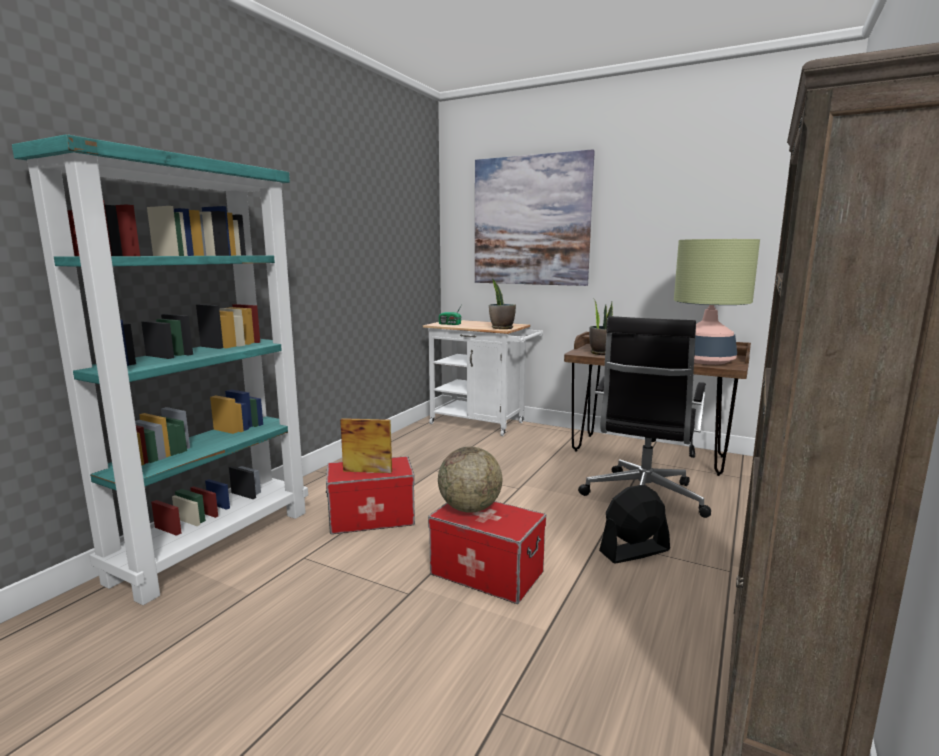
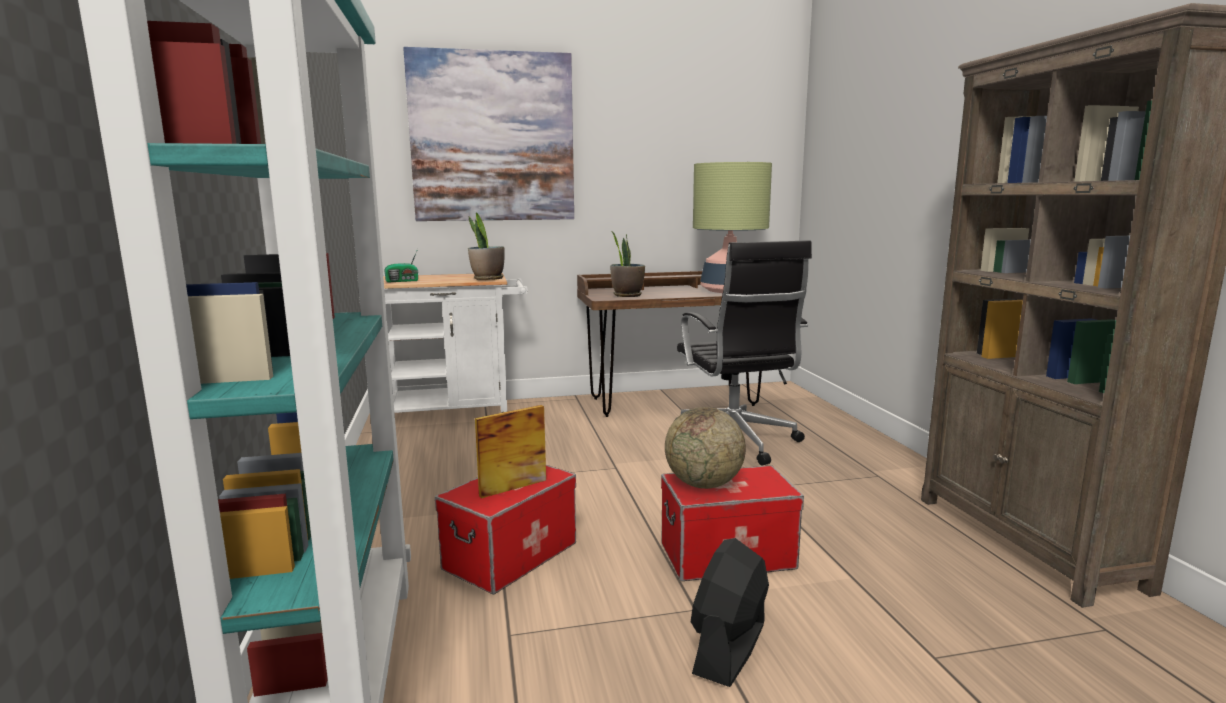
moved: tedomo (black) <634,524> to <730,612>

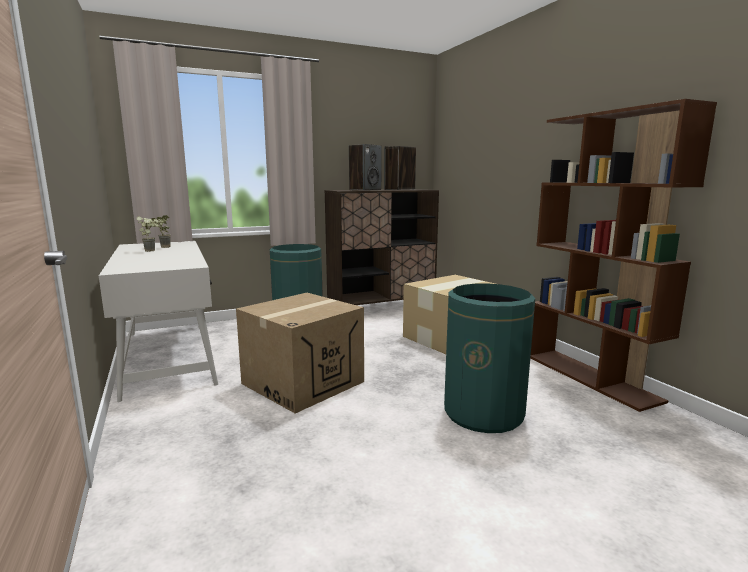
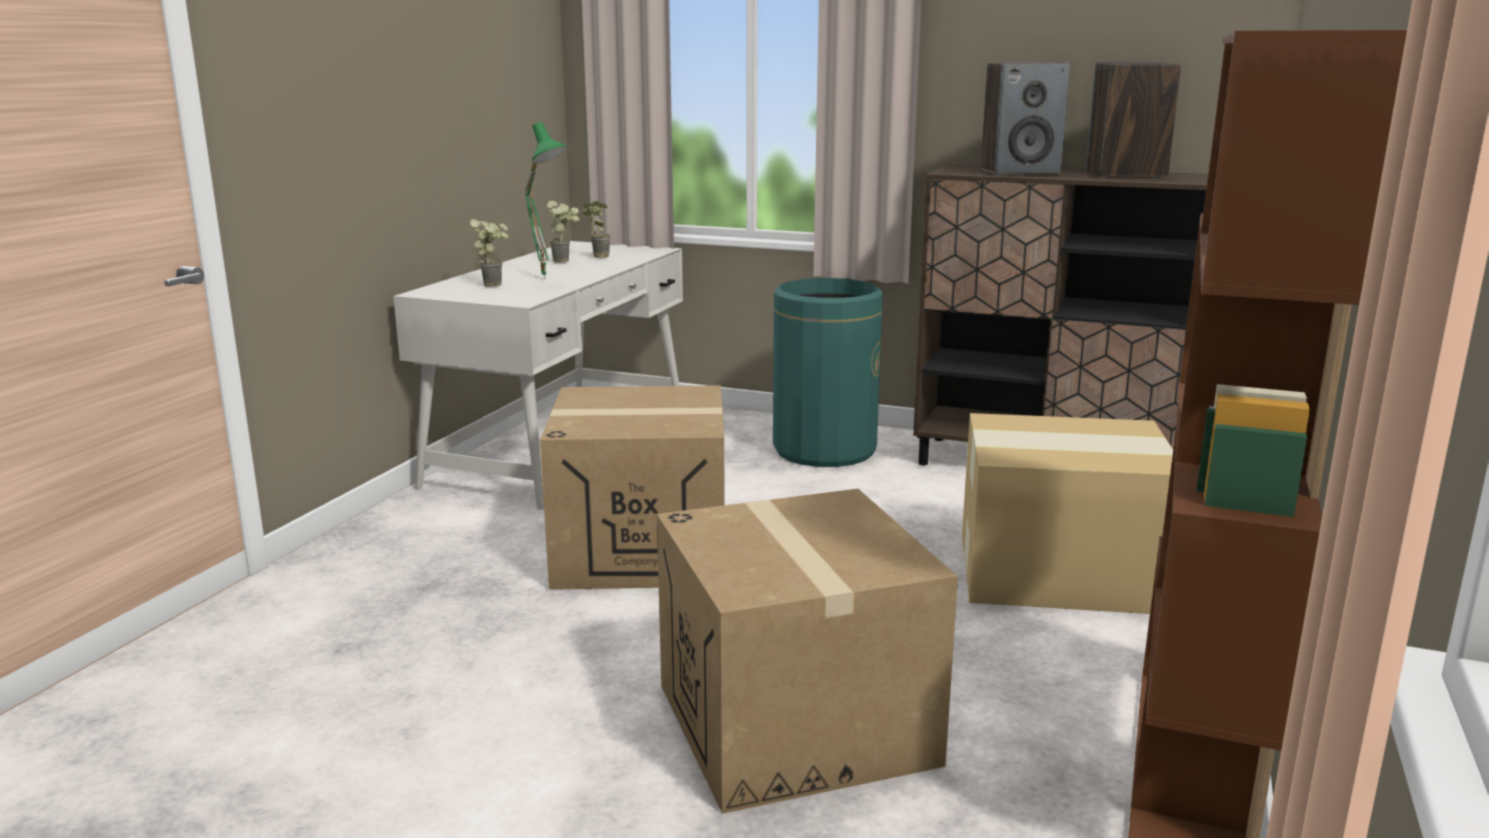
added: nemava <489,253>; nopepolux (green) <546,200>
replaced: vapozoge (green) <489,358> to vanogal <807,651>

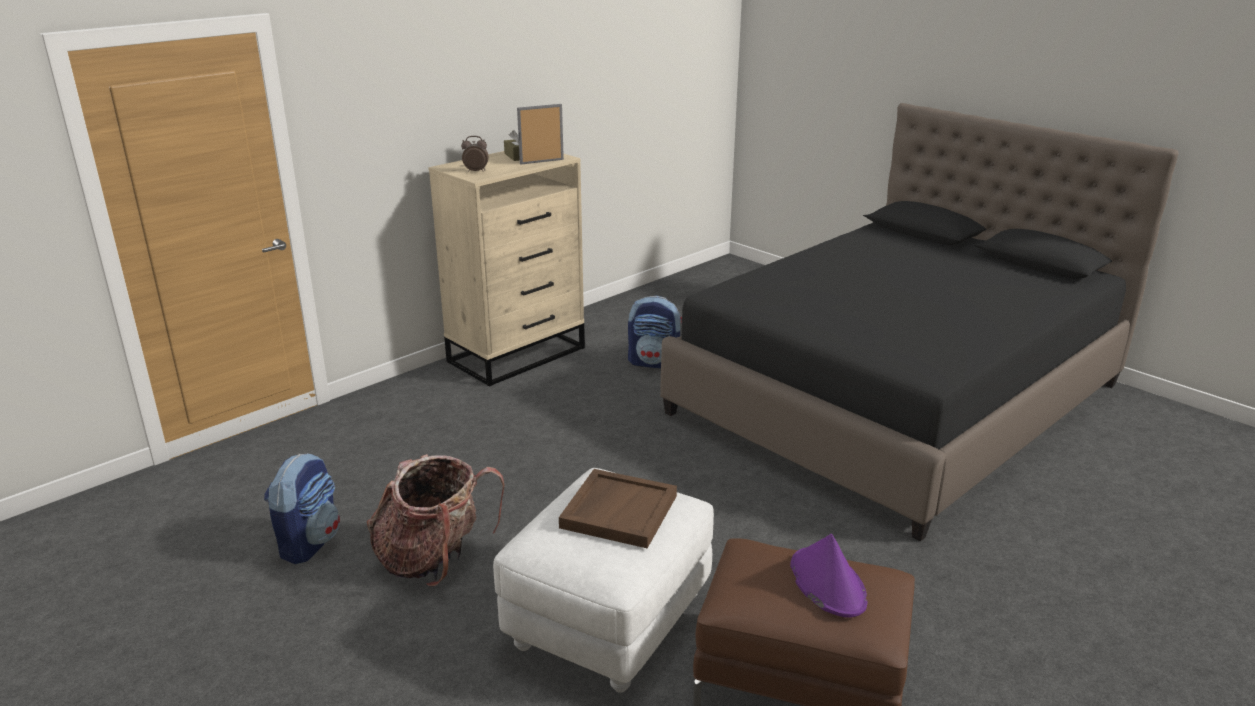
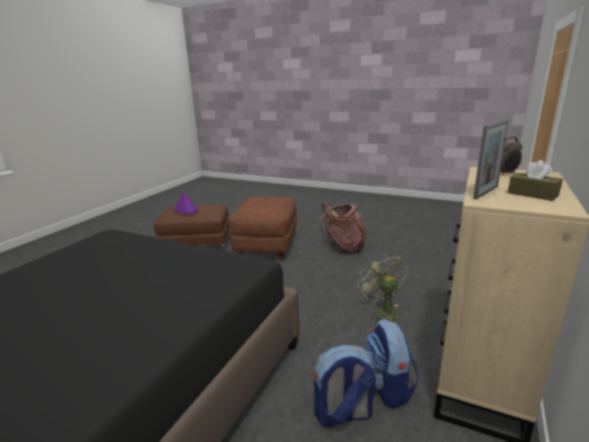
removed: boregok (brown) <618,508>
added: tedomo (green) <382,288>
moved: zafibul <302,508> to <393,364>
recoloured: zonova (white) <603,580> to zonova (brown) <262,228>

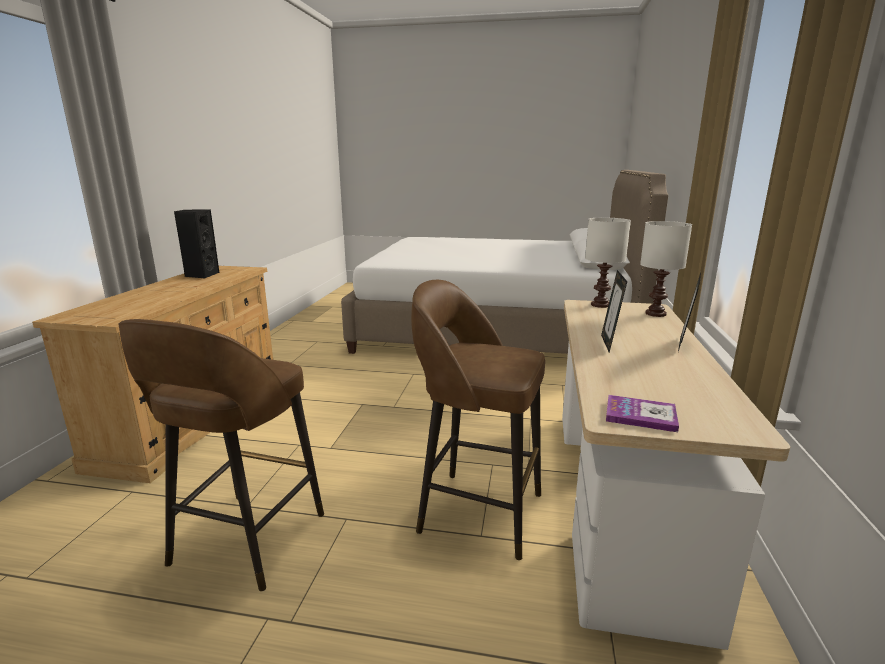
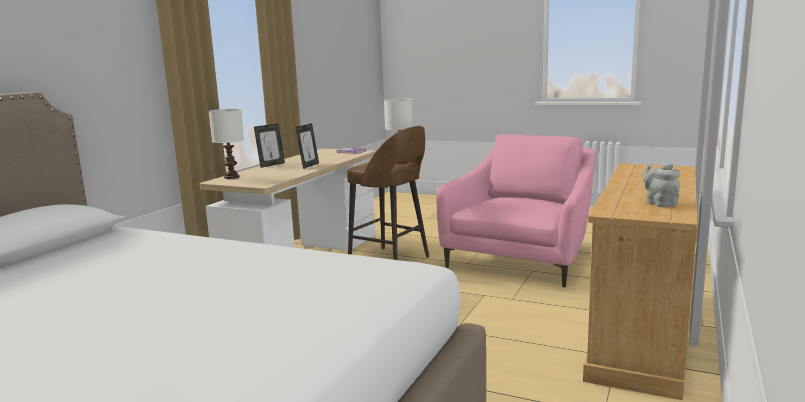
moved: nopepolux (white) <608,263> to <399,131>
replaced: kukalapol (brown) <221,455> to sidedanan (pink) <515,211>; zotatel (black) <196,244> to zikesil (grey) <661,184>

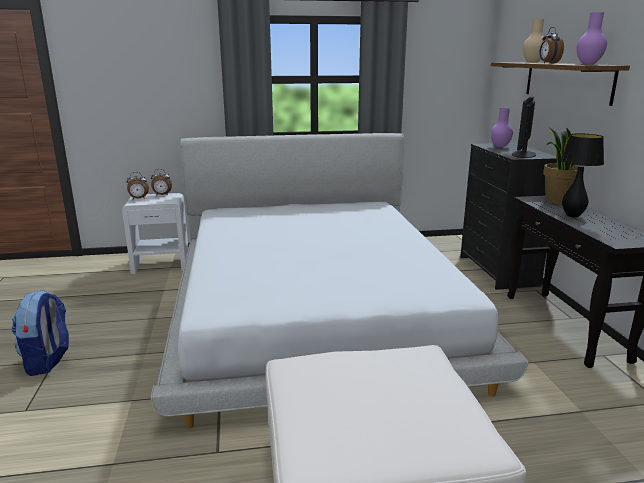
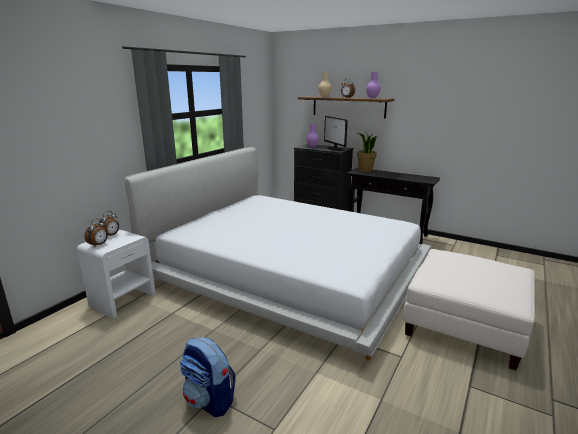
removed: nopepolux (black) <582,175>

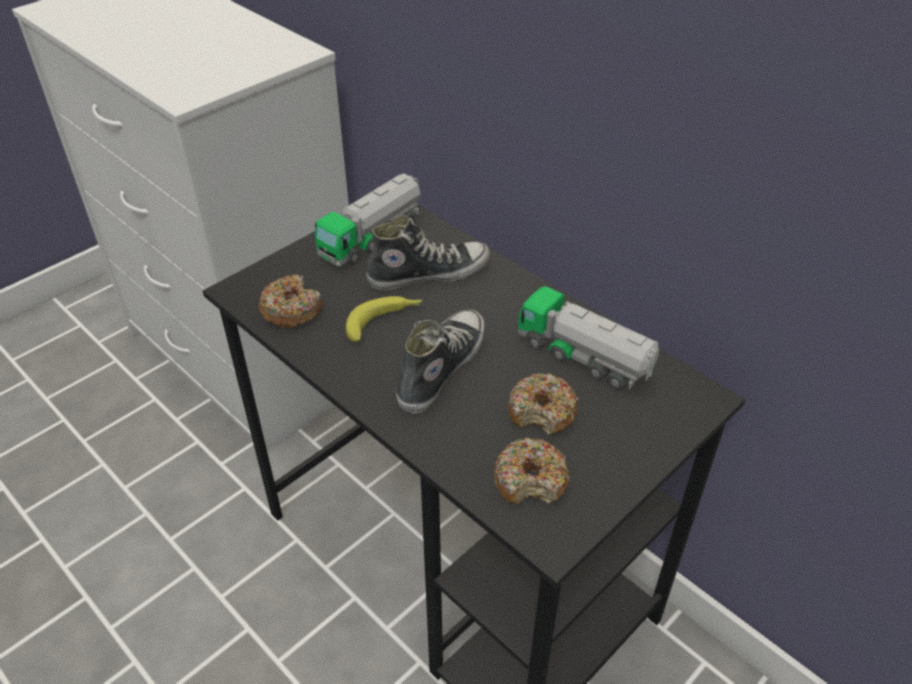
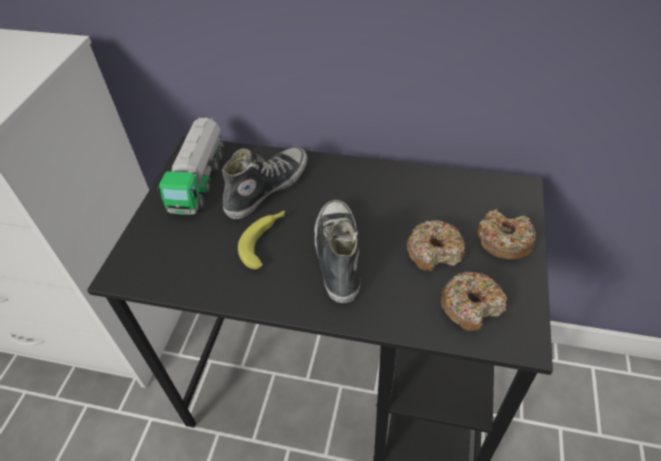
removed: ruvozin <588,338>
moved: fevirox <290,301> to <507,234>

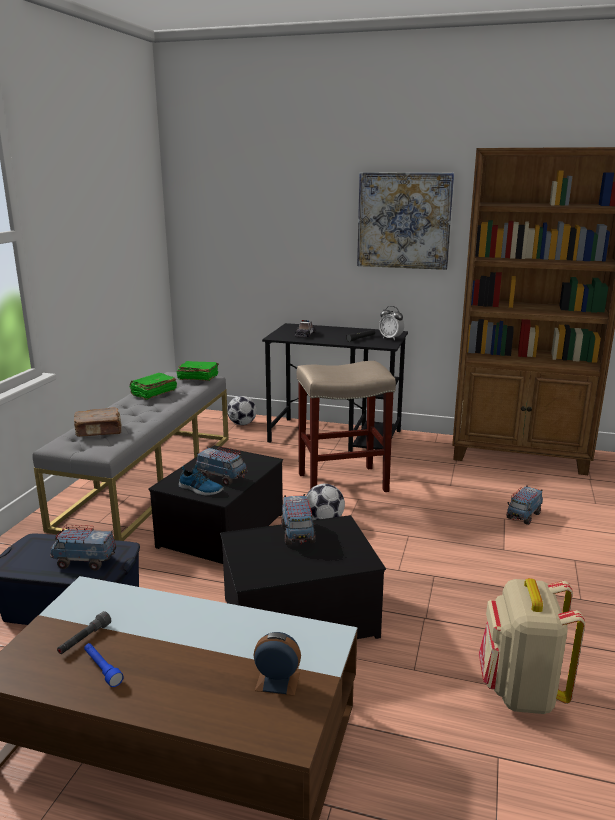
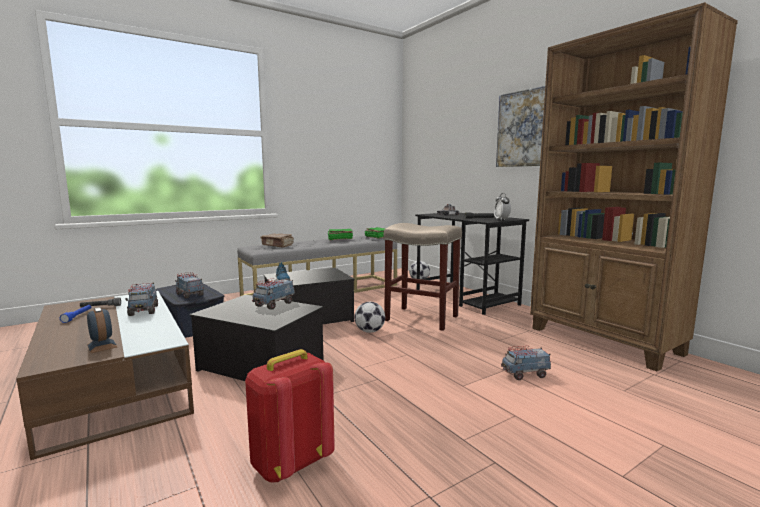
moved: ruvozin <221,466> to <141,299>
recoloured: zafibul (beige) <532,646> to zafibul (red) <290,416>

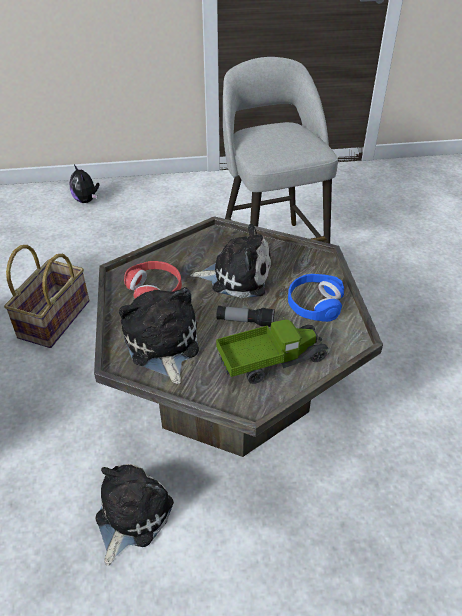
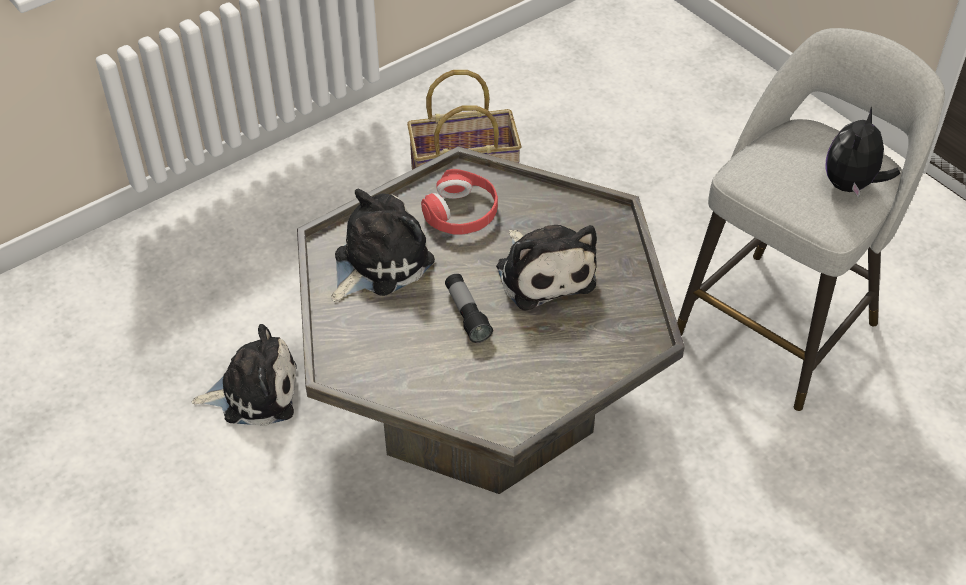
removed: ruvozin <272,350>; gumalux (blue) <316,298>
moved: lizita <84,184> to <863,152>

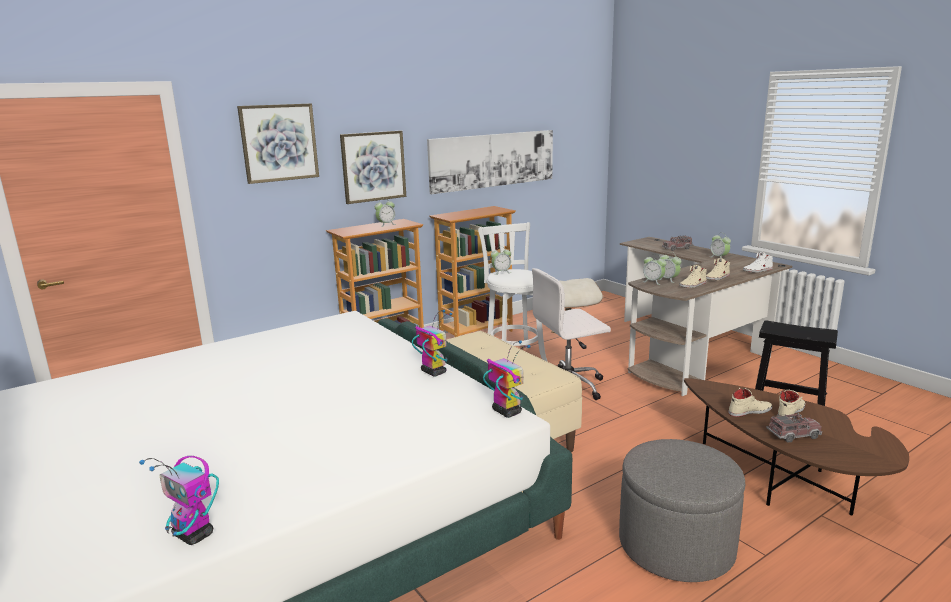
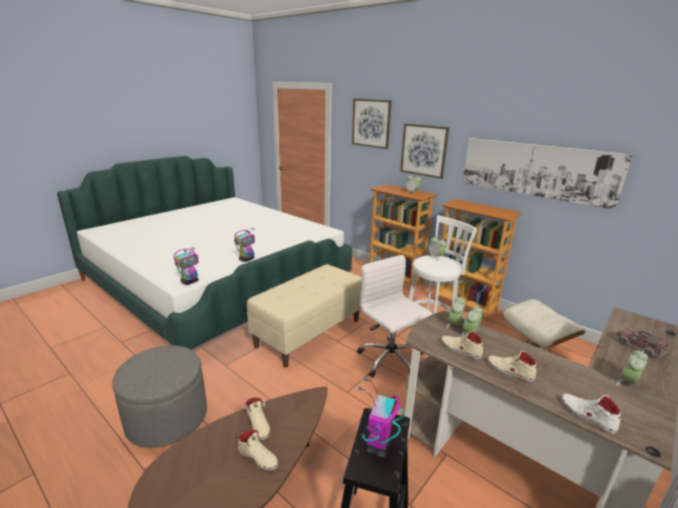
removed: ruvozin <794,428>
moved: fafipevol <179,500> to <382,418>

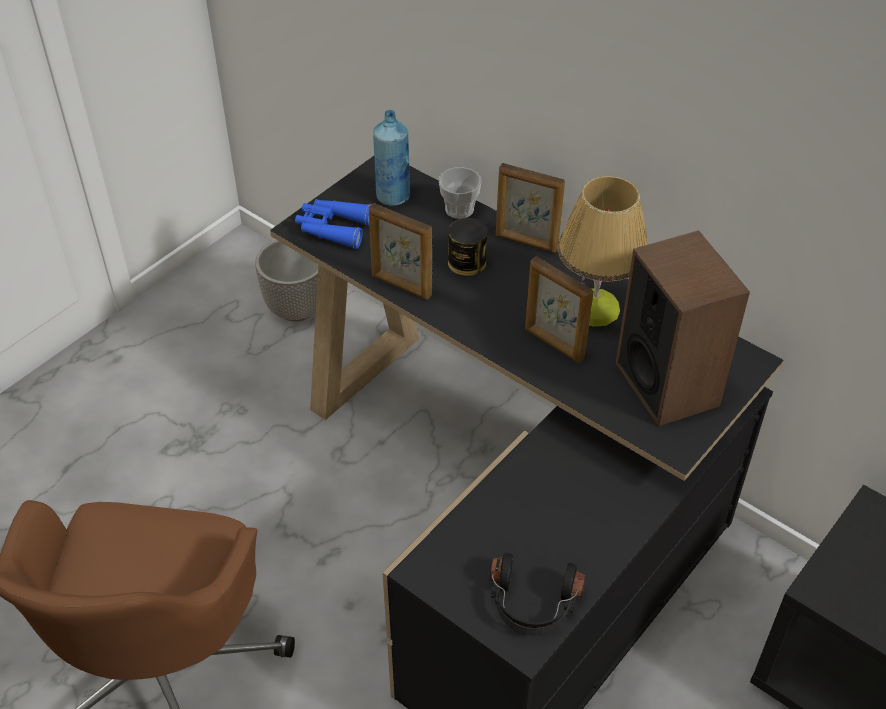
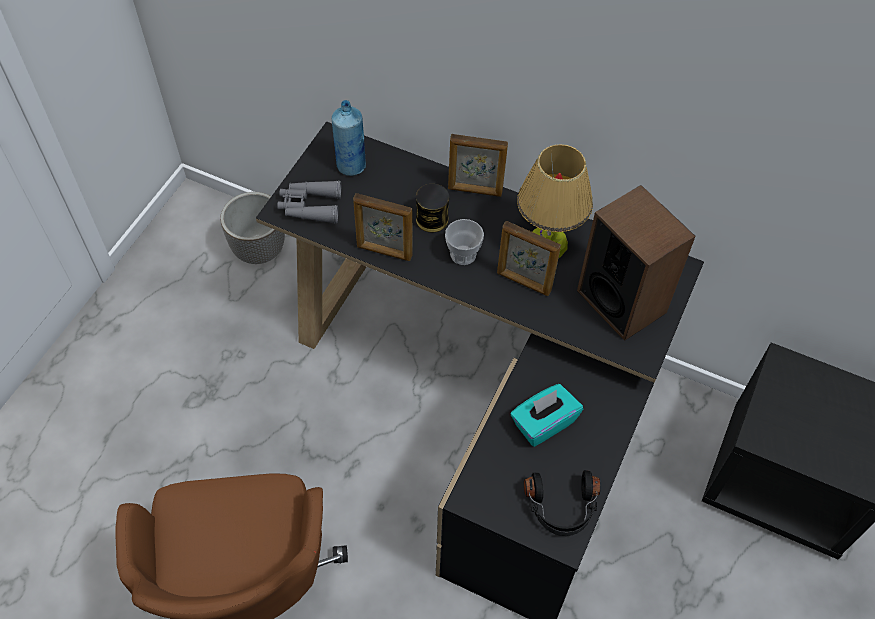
added: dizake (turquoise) <546,415>
moved: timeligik <460,193> to <464,242>
recoloured: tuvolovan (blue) <333,224> to tuvolovan (grey) <309,202>

